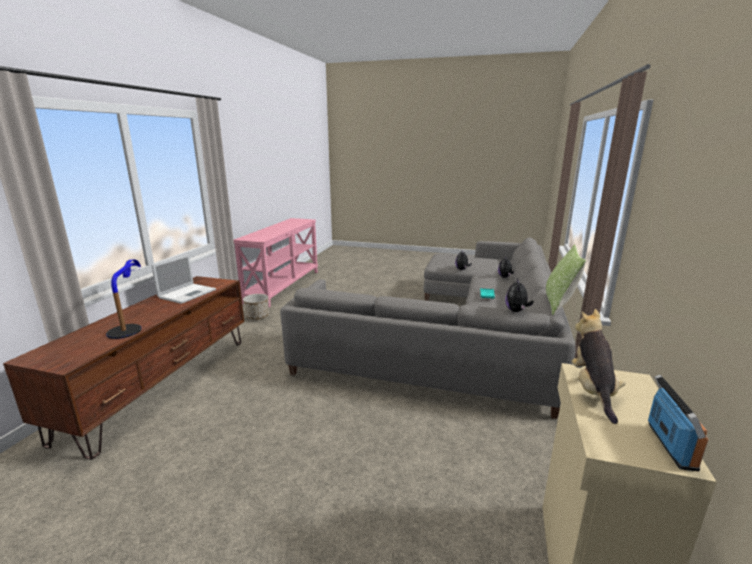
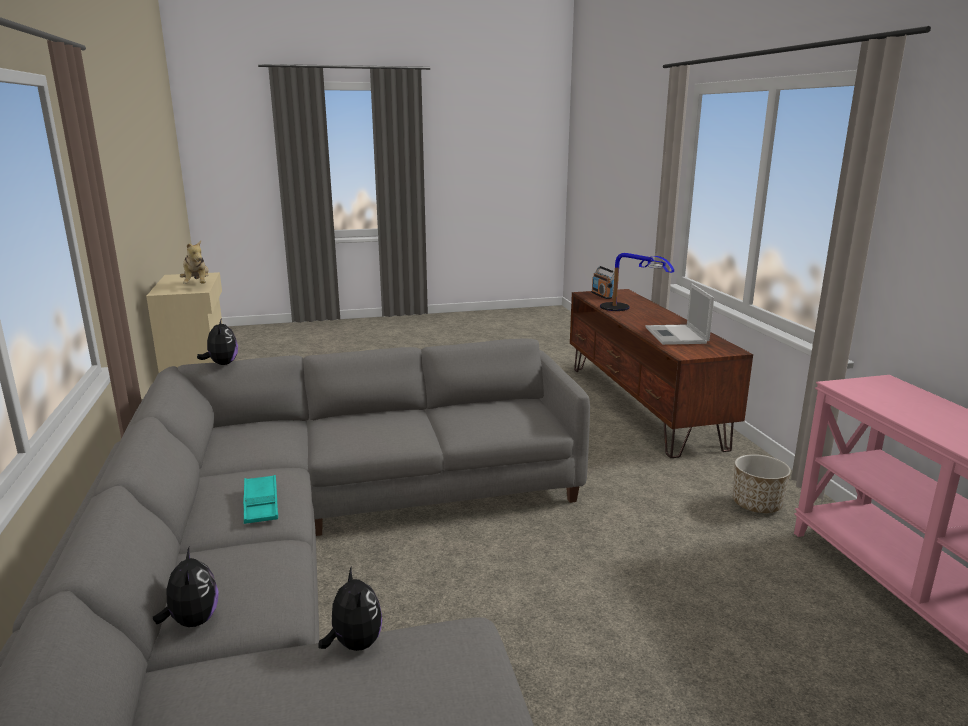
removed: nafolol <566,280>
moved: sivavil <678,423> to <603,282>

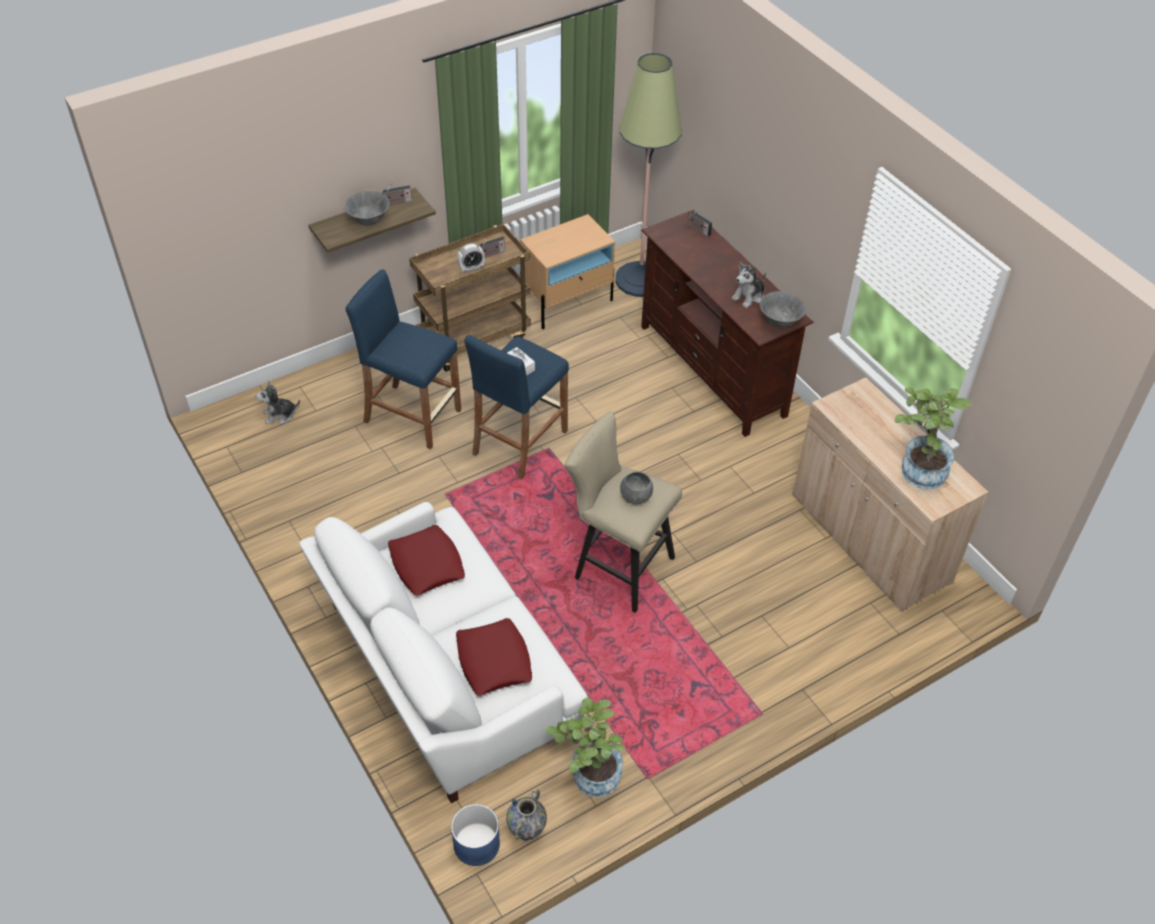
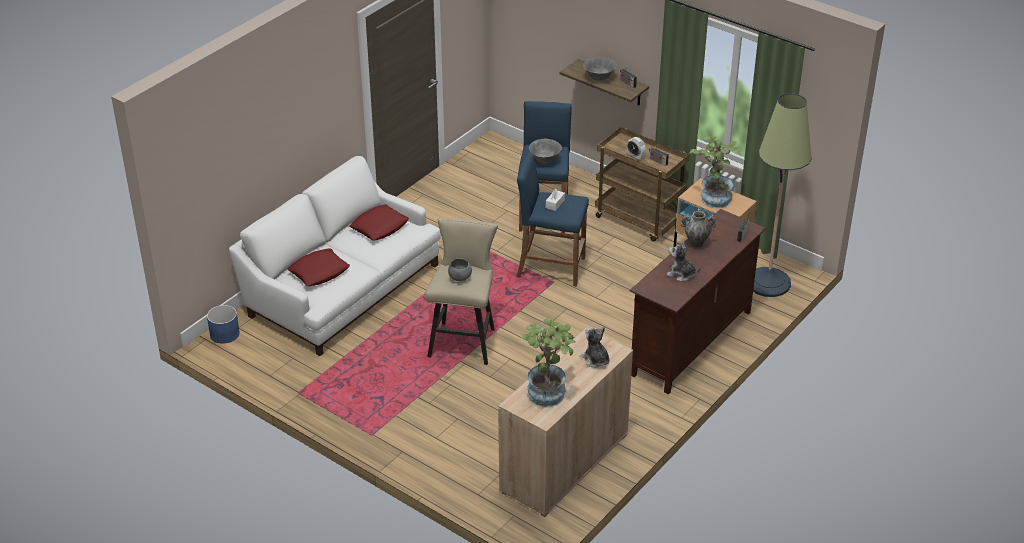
moved: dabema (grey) <783,309> to <545,151>; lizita <278,403> to <595,347>; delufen <526,815> to <698,229>; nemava <585,748> to <716,172>

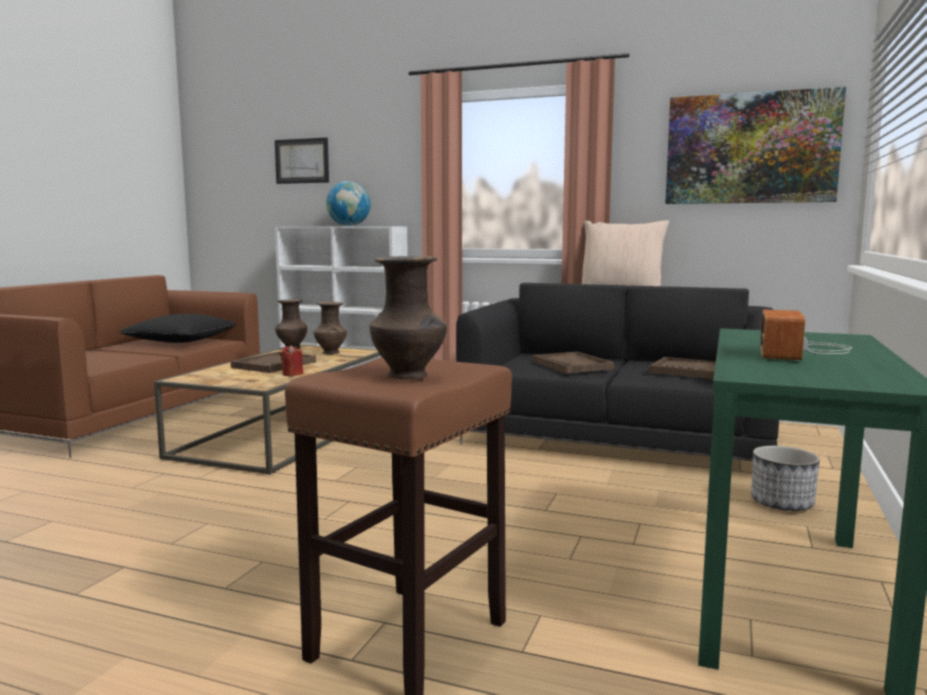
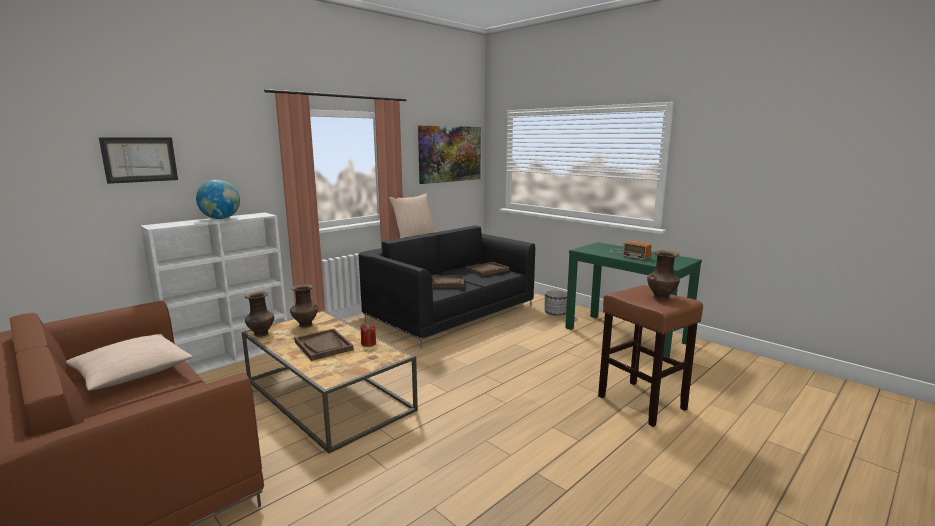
recoloured: nafolol (black) <178,328> to nafolol (beige) <129,362>

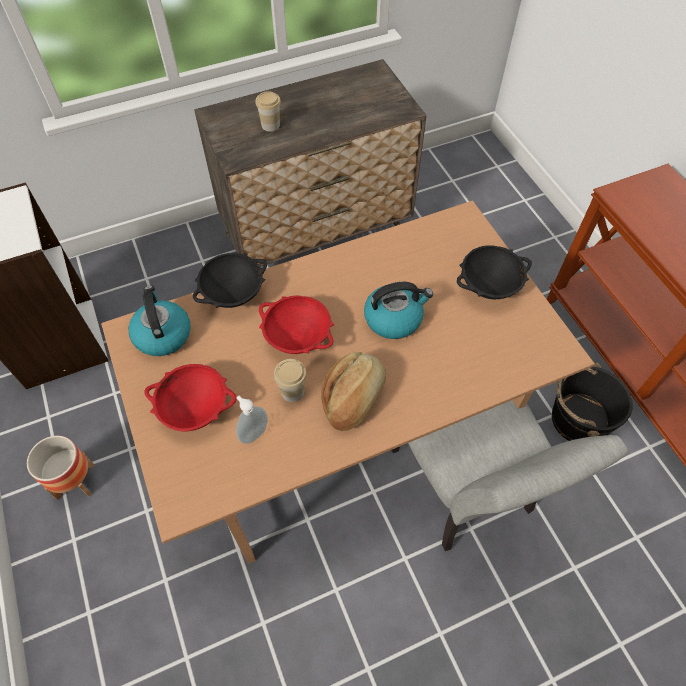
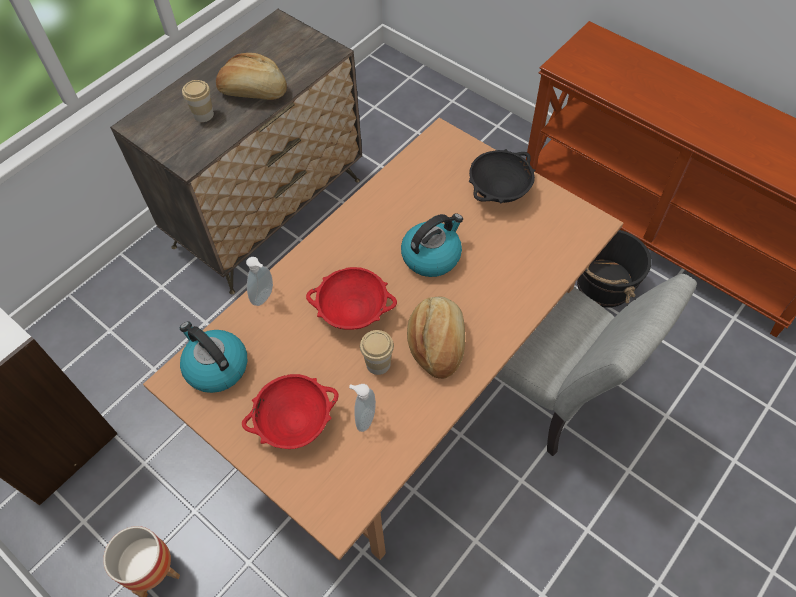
added: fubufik <251,76>
replaced: dabema (black) <230,280> to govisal <259,281>

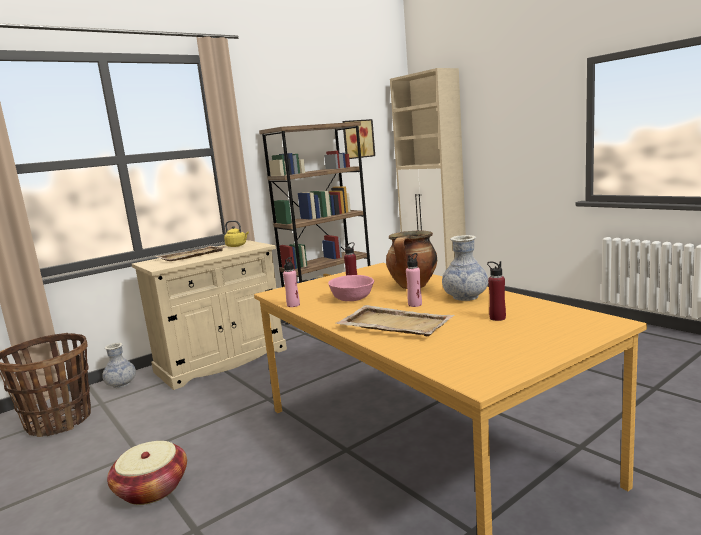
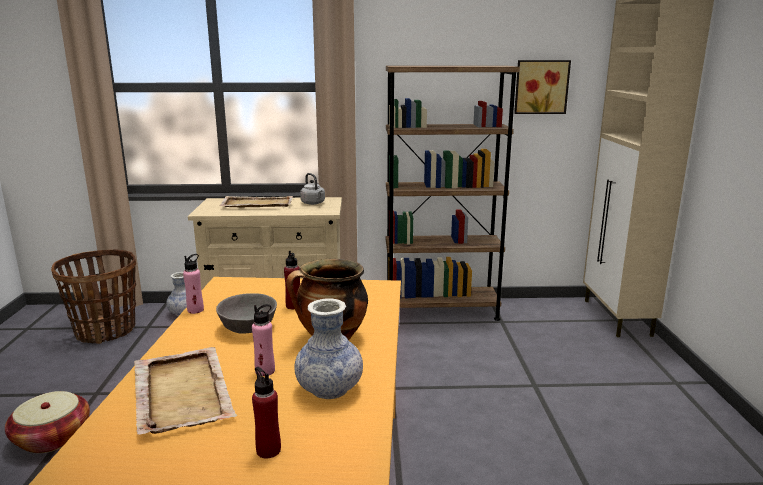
recoloured: dabema (pink) <351,288> to dabema (grey) <246,313>; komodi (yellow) <236,233> to komodi (grey) <312,189>

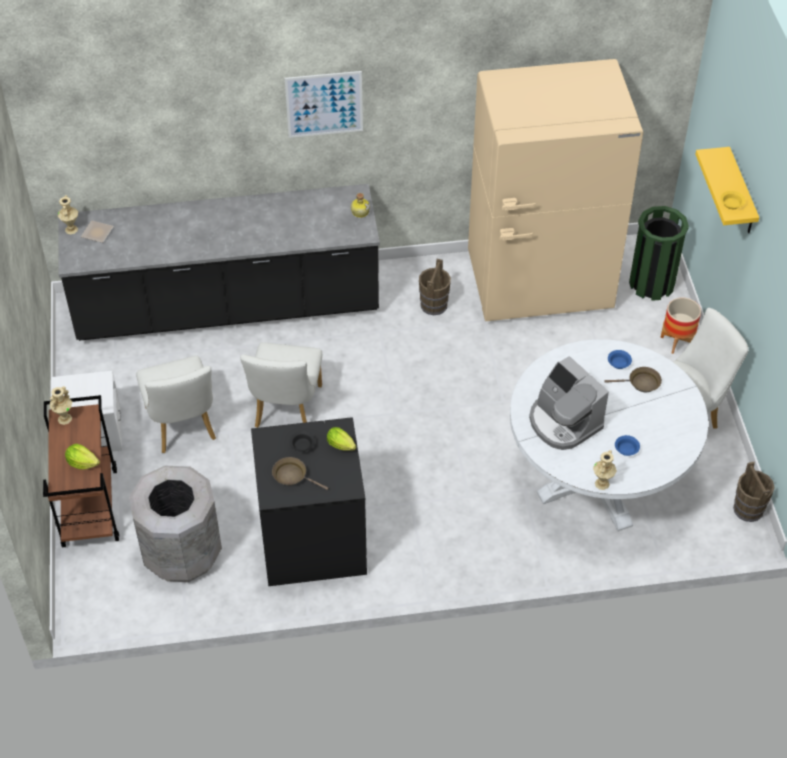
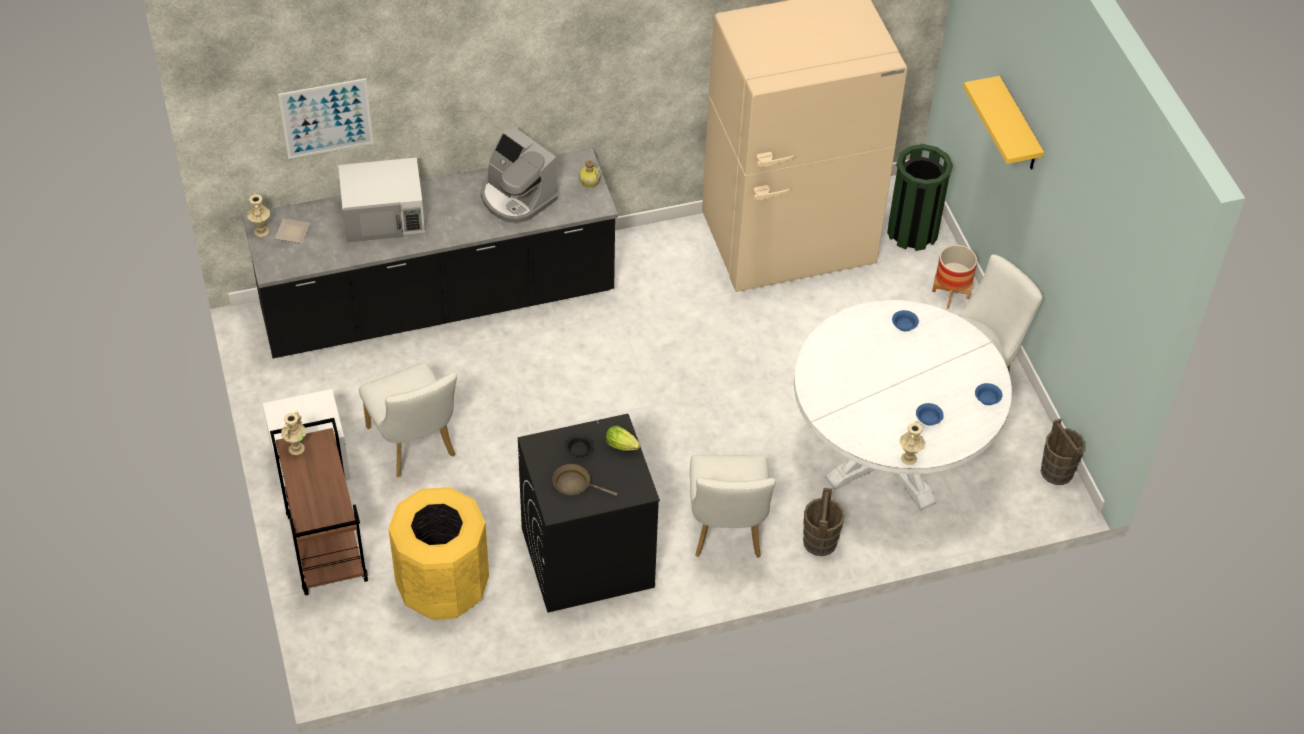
removed: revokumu <82,457>; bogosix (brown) <633,379>; dabema (yellow) <732,200>
added: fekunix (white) <381,200>; dabema (blue) <988,394>
moved: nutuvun <324,104> to <325,118>; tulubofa <569,403> to <519,175>; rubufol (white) <281,385> to <733,506>; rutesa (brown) <435,287> to <824,522>
recoloured: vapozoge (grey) <175,524> to vapozoge (yellow) <438,553>

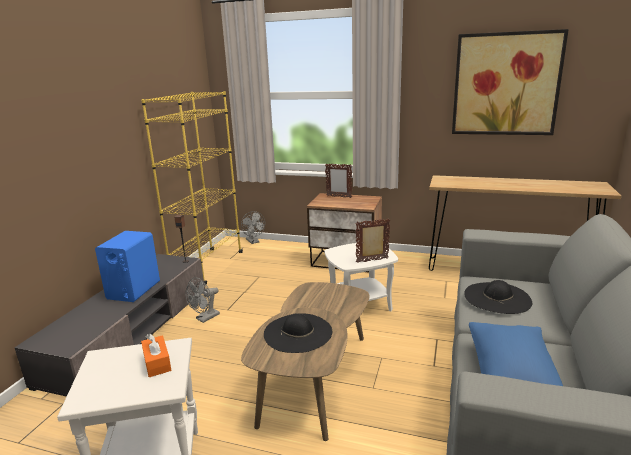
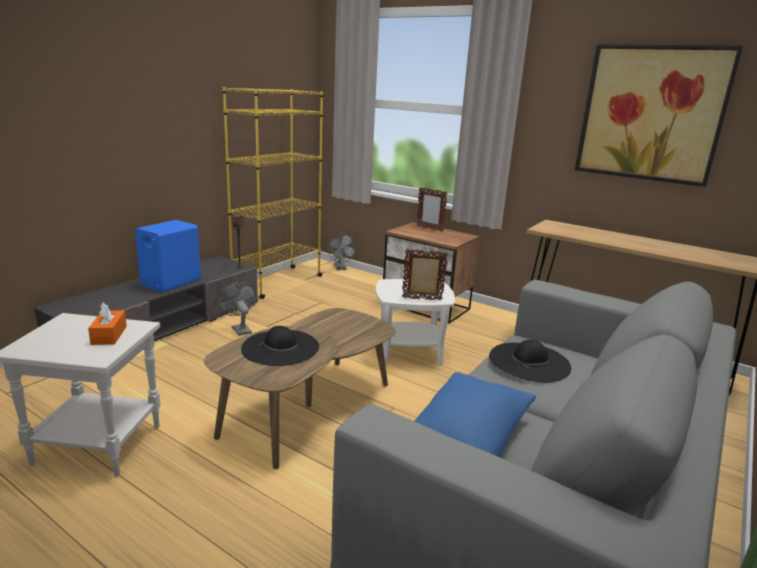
turned: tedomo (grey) <202,300> = <237,309> 90 degrees clockwise

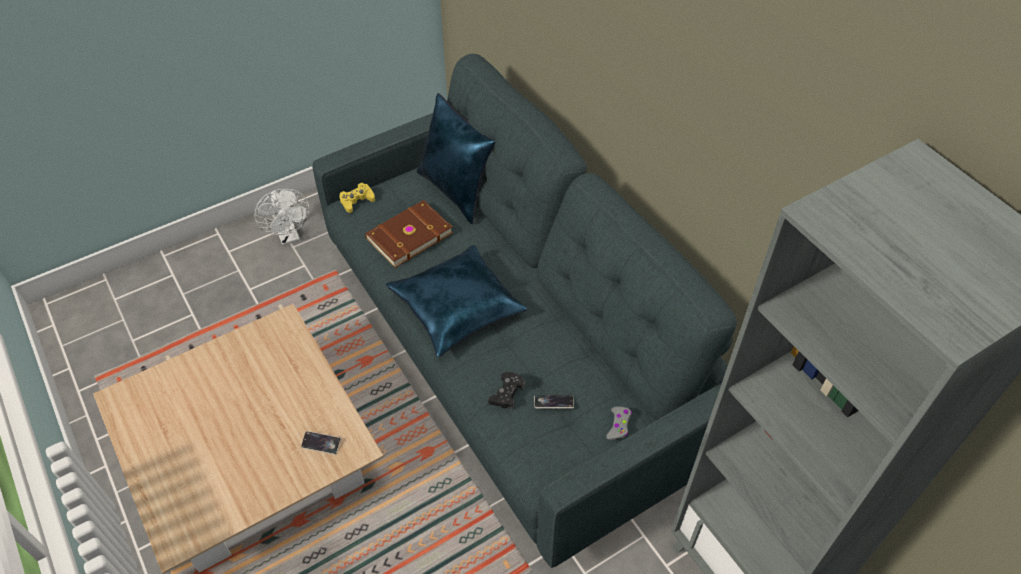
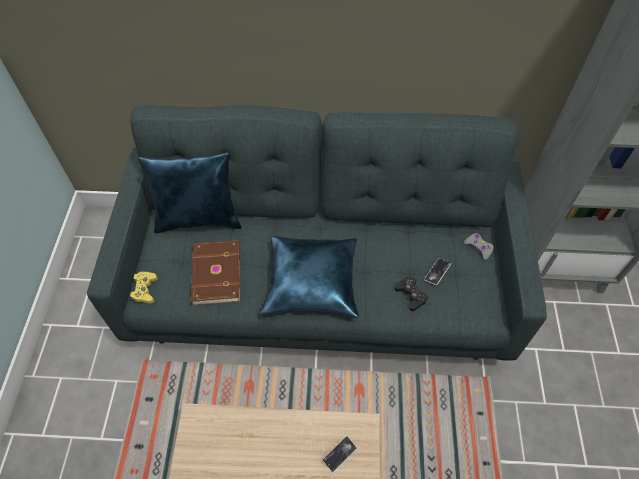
removed: tedomo (white) <282,217>

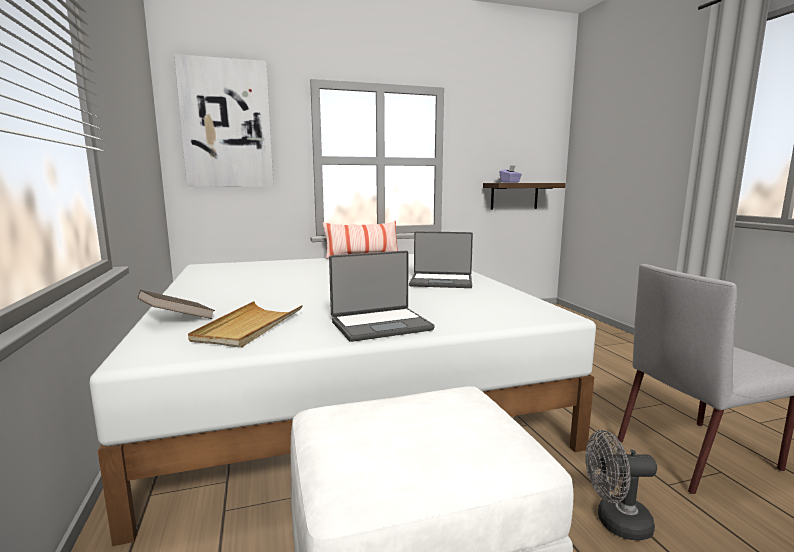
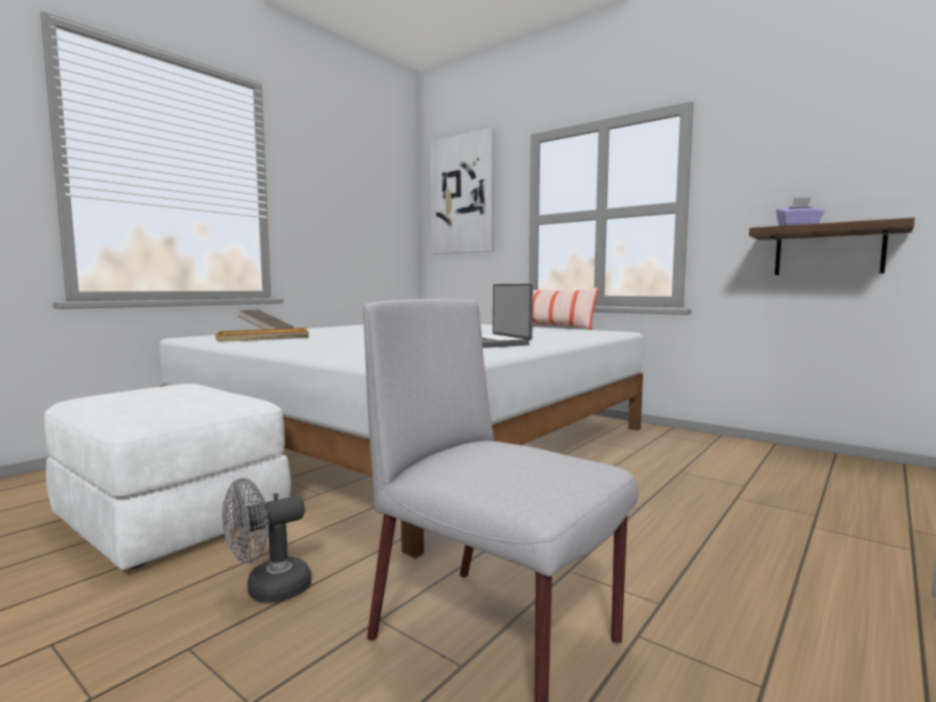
removed: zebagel <382,296>
turned: tedomo (grey) <621,485> = <266,540> 90 degrees counterclockwise

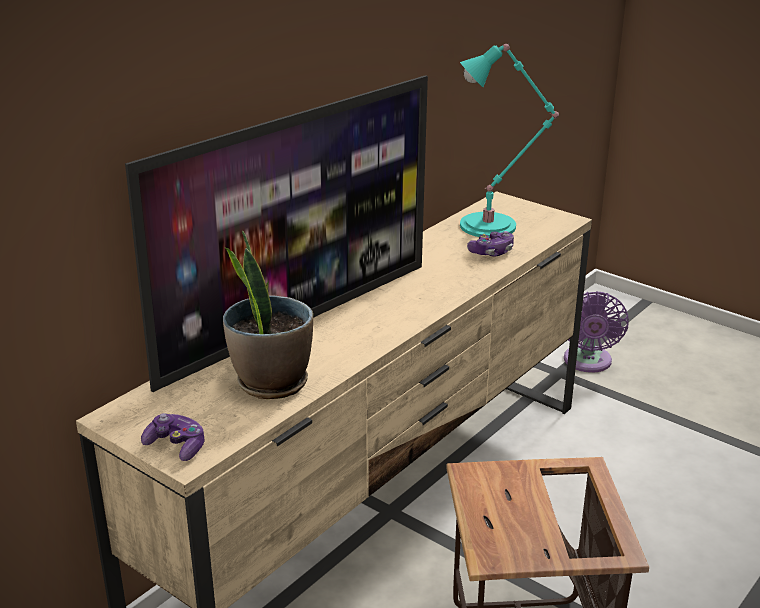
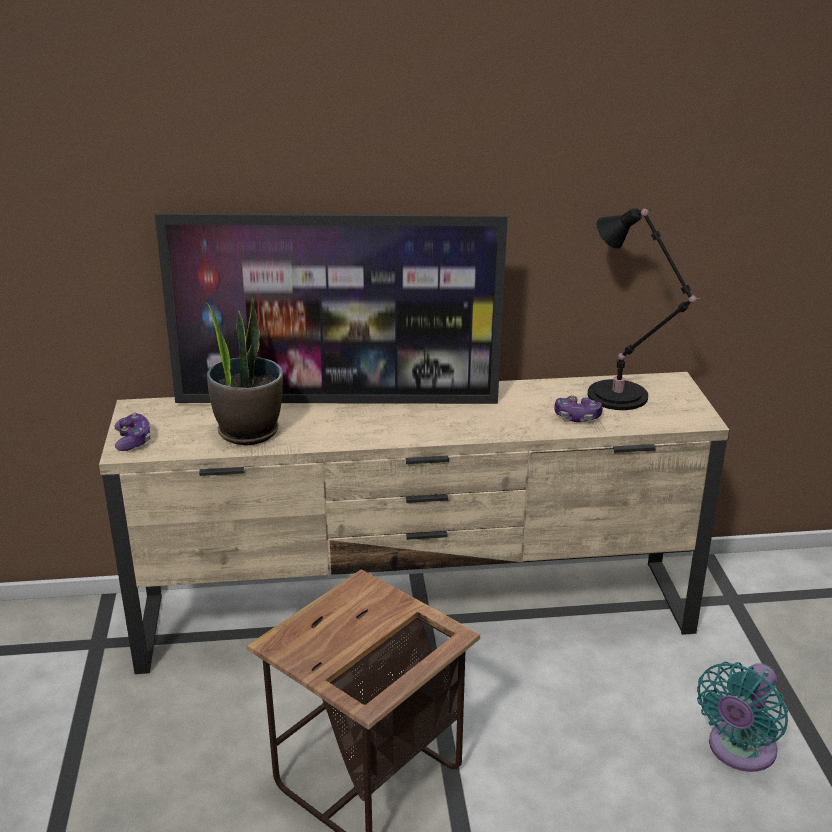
removed: tedomo (purple) <596,332>
added: tedomo (turquoise) <742,717>
recoloured: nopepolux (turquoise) <509,140> to nopepolux (black) <644,309>

